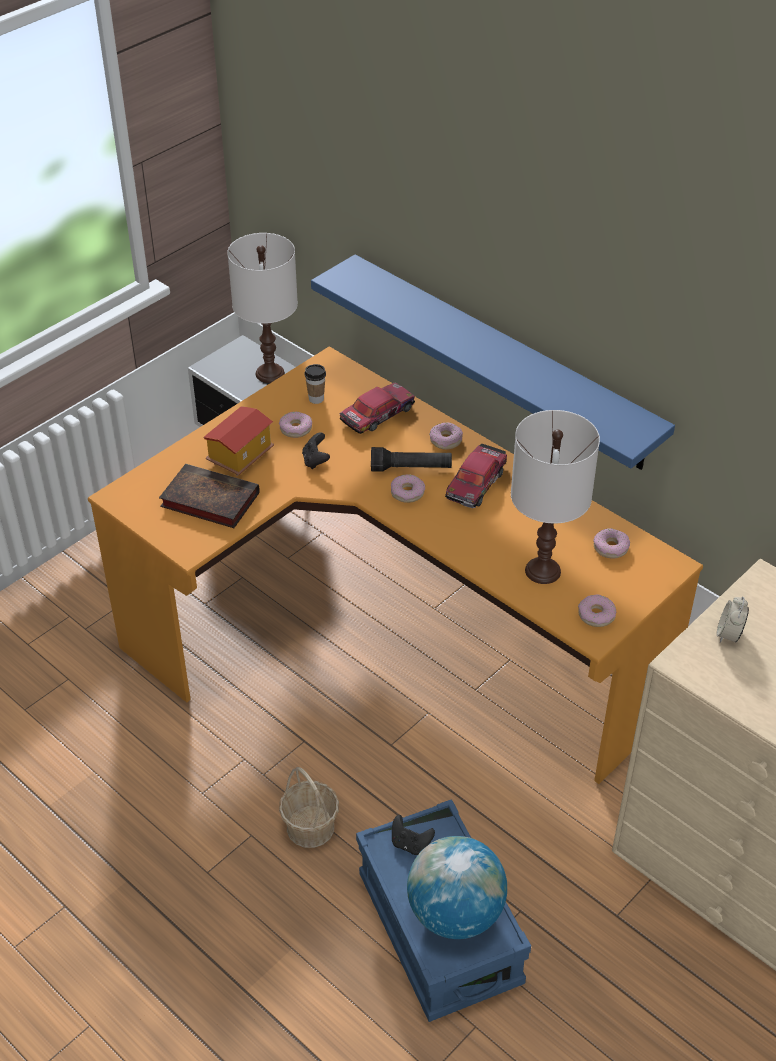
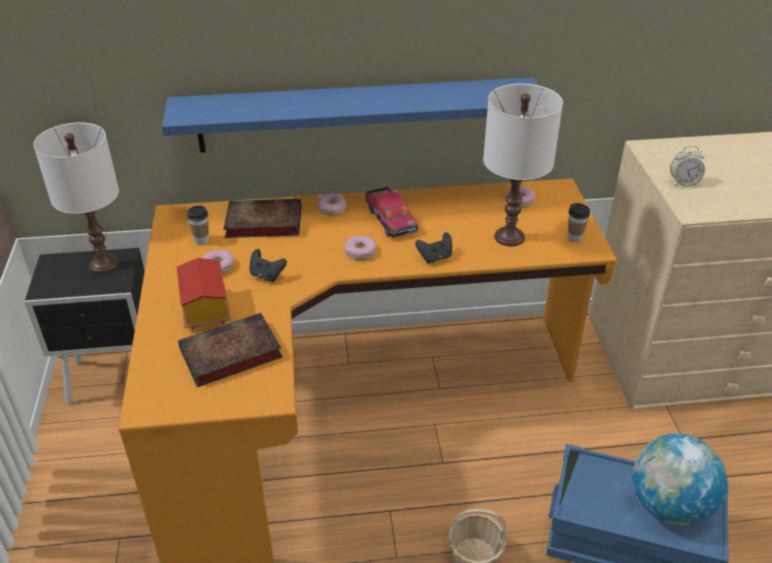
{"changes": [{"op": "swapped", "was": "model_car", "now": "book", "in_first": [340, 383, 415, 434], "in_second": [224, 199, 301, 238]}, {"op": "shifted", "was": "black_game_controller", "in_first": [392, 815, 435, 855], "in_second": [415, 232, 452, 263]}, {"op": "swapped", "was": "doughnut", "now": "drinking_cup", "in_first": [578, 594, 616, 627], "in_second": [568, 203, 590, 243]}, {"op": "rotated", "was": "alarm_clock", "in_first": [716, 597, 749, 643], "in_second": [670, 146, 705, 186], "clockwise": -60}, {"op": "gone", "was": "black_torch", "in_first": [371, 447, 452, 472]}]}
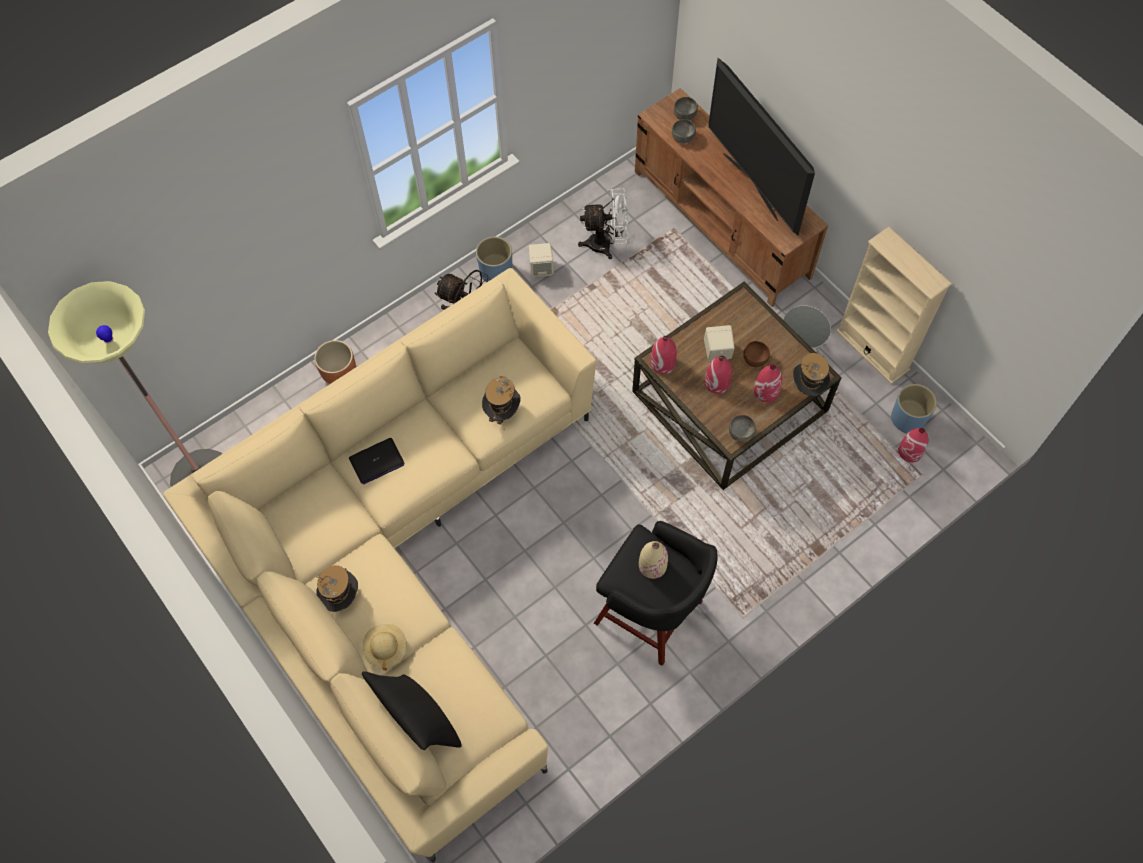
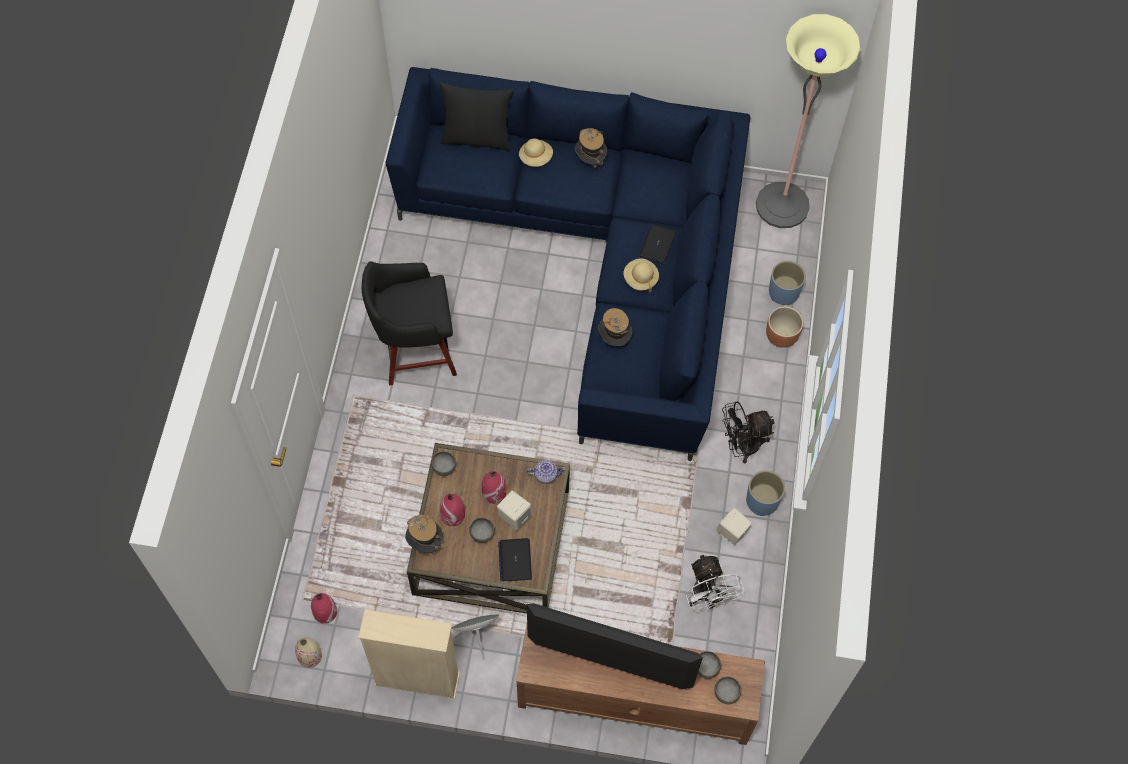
{"changes": [{"op": "shifted", "was": "beige-coloured_decorative_vase", "in_first": [639, 541, 668, 579], "in_second": [295, 637, 322, 668]}, {"op": "repainted", "was": "beige-coloured_sofa", "now": "blue-coloured_sofa", "in_first": [163, 268, 596, 863], "in_second": [386, 67, 750, 461]}, {"op": "repainted", "was": "brown-coloured_serving_bowl", "now": "grey_serving_bowl", "in_first": [743, 341, 770, 367], "in_second": [469, 518, 495, 543]}, {"op": "new", "now": "portable_computer", "in_second": [498, 538, 532, 581]}, {"op": "swapped", "was": "red-coloured_decorative_vase", "now": "tea_pot", "in_first": [650, 336, 677, 374], "in_second": [526, 460, 566, 484]}, {"op": "new", "now": "beige-coloured_clothing_hat", "in_second": [624, 258, 659, 292]}, {"op": "rotated", "was": "whitish_fan", "in_first": [578, 189, 628, 259], "in_second": [686, 554, 744, 611], "clockwise": -60}, {"op": "shifted", "was": "blue-coloured_plant_pot", "in_first": [891, 384, 937, 433], "in_second": [769, 261, 806, 305]}]}
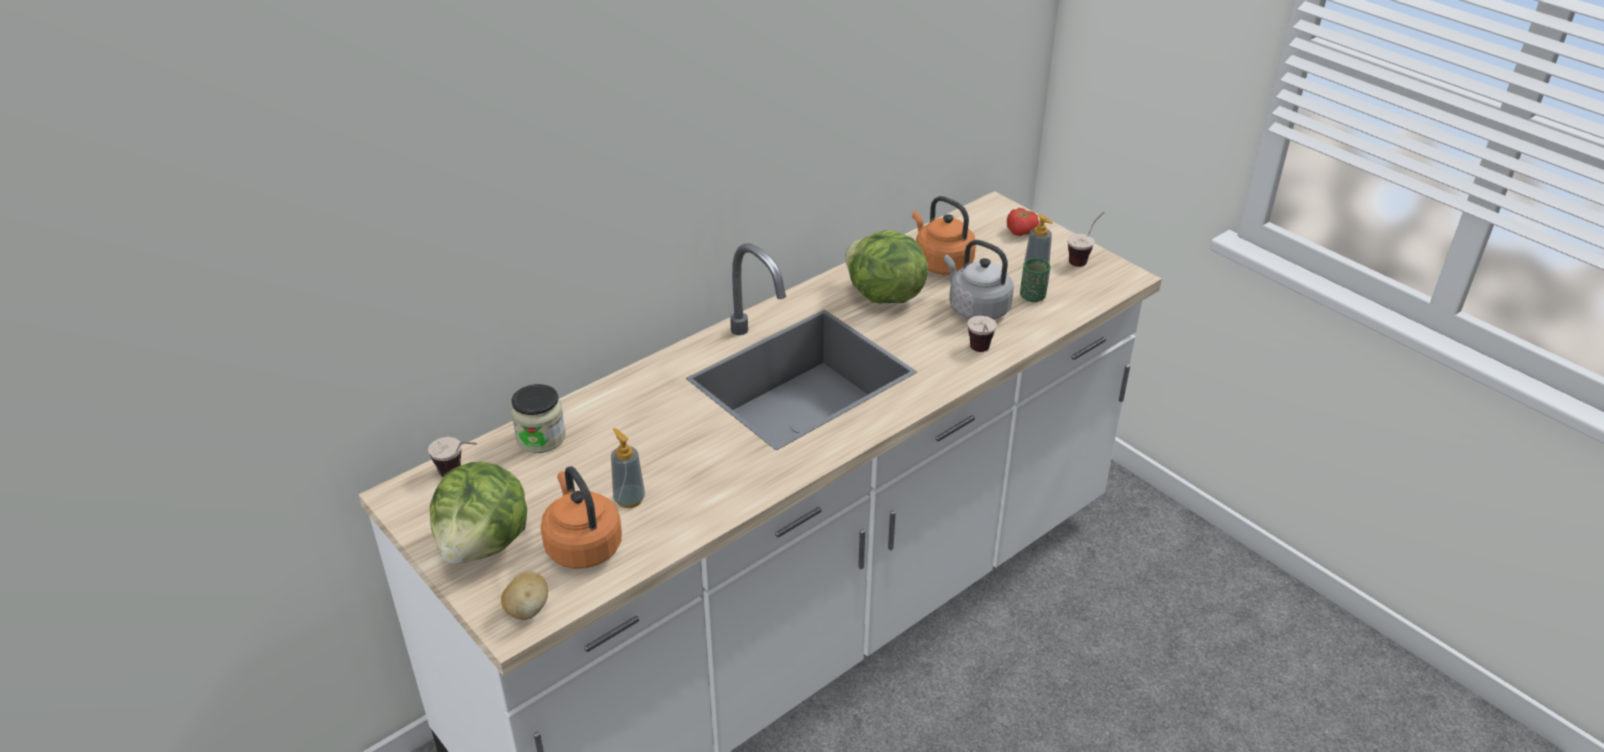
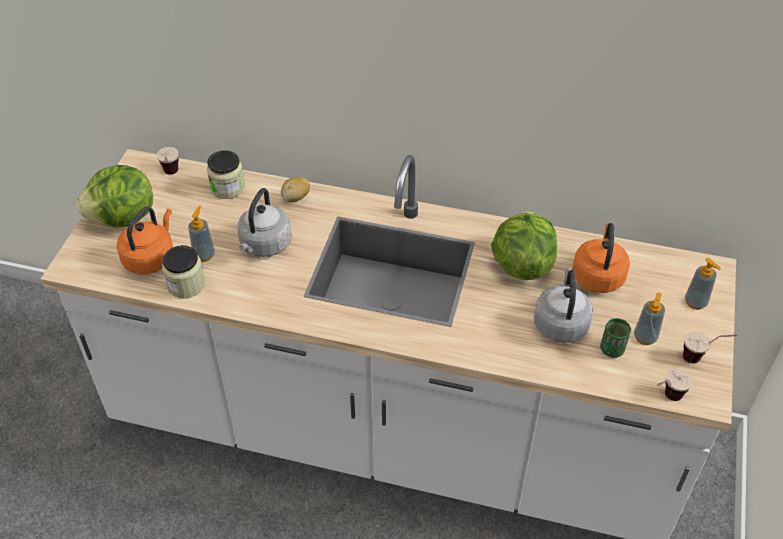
{"changes": [{"op": "new", "now": "jar", "in_second": [162, 245, 205, 298]}, {"op": "new", "now": "grey_water_kettle", "in_second": [237, 188, 292, 257]}, {"op": "shifted", "was": "potato", "in_first": [501, 571, 548, 620], "in_second": [281, 177, 310, 202]}, {"op": "shifted", "was": "drinking_cup", "in_first": [968, 316, 997, 352], "in_second": [657, 368, 693, 401]}, {"op": "swapped", "was": "whole_tomato", "now": "soap_dispenser", "in_first": [1007, 208, 1039, 236], "in_second": [685, 257, 721, 310]}]}
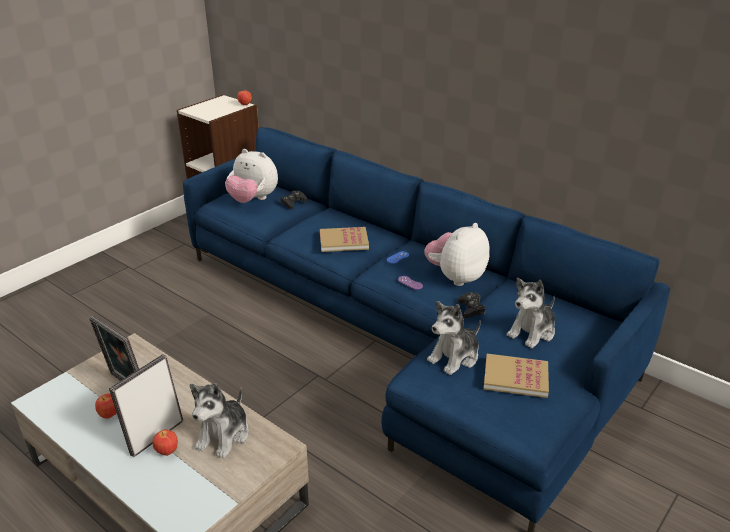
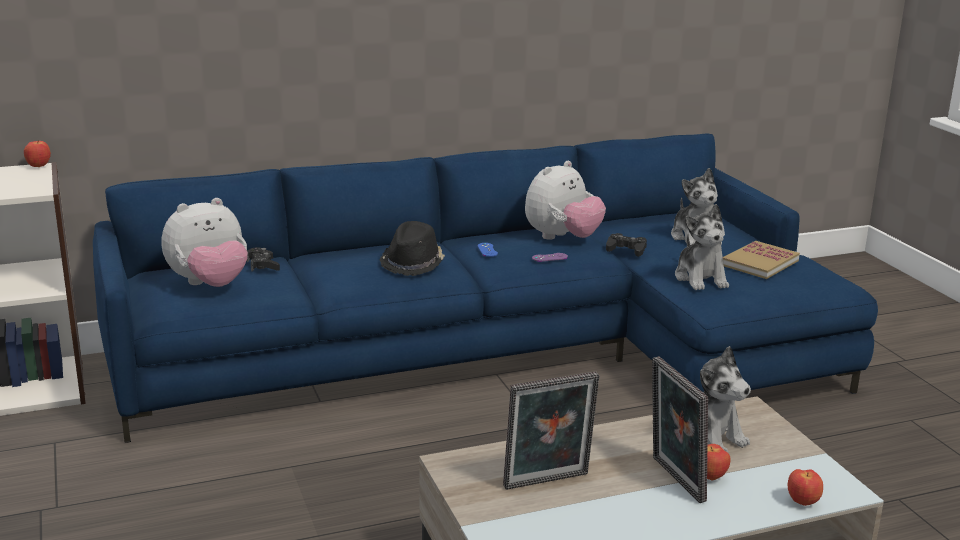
{"changes": [{"op": "swapped", "was": "book", "now": "black_clothing_hat", "in_first": [320, 227, 369, 252], "in_second": [380, 221, 445, 276]}, {"op": "rotated", "was": "cuddly_toy", "in_first": [424, 223, 490, 286], "in_second": [525, 161, 606, 240], "clockwise": -120}, {"op": "shifted", "was": "apple", "in_first": [95, 394, 117, 419], "in_second": [788, 469, 823, 506]}]}
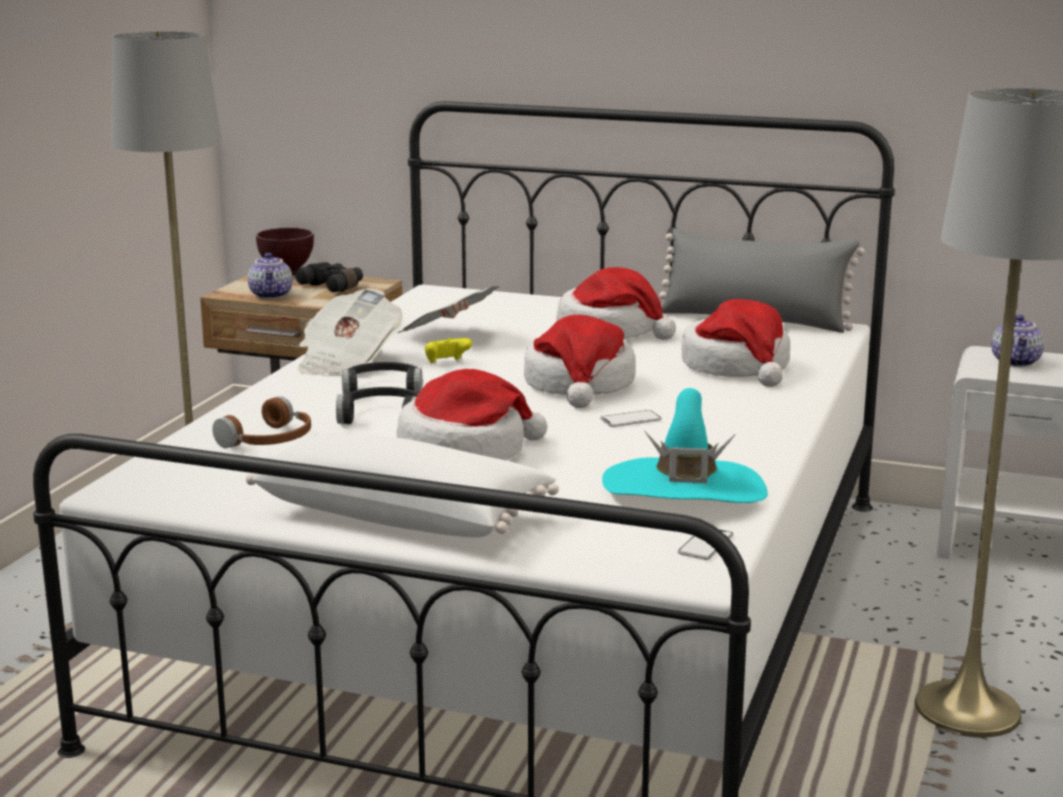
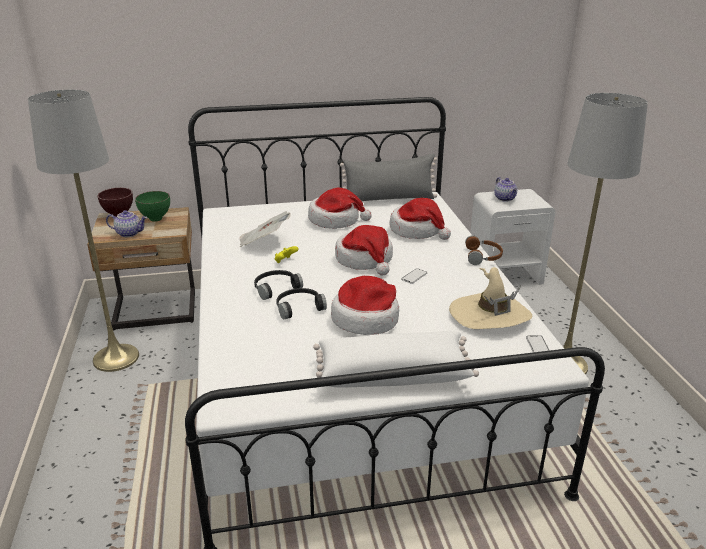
{"changes": [{"op": "rotated", "was": "tea_pot", "in_first": [248, 253, 292, 299], "in_second": [106, 210, 147, 237], "clockwise": -45}, {"op": "swapped", "was": "black_pair_of_binoculars", "now": "green-coloured_serving_bowl", "in_first": [295, 262, 363, 293], "in_second": [135, 191, 170, 222]}, {"op": "repainted", "was": "turquoise_clothing_hat", "now": "beige-coloured_clothing_hat", "in_first": [602, 388, 768, 503], "in_second": [449, 267, 532, 329]}, {"op": "shifted", "was": "brown-coloured_pair_of_headphones", "in_first": [212, 396, 311, 448], "in_second": [465, 235, 503, 265]}, {"op": "gone", "was": "printed_paper", "in_first": [298, 288, 403, 375]}]}
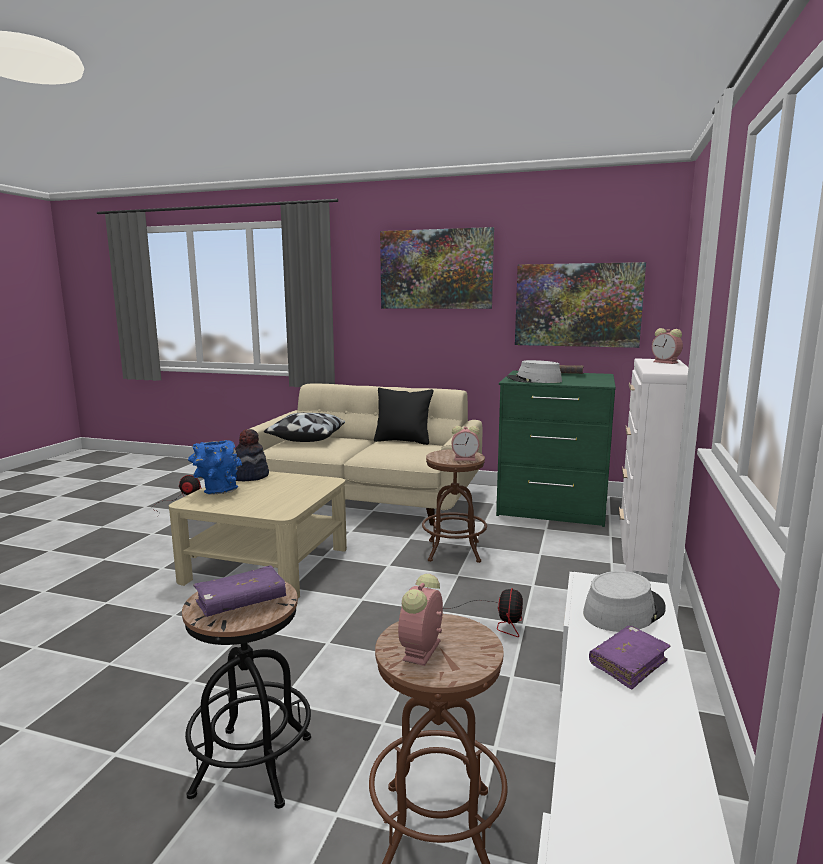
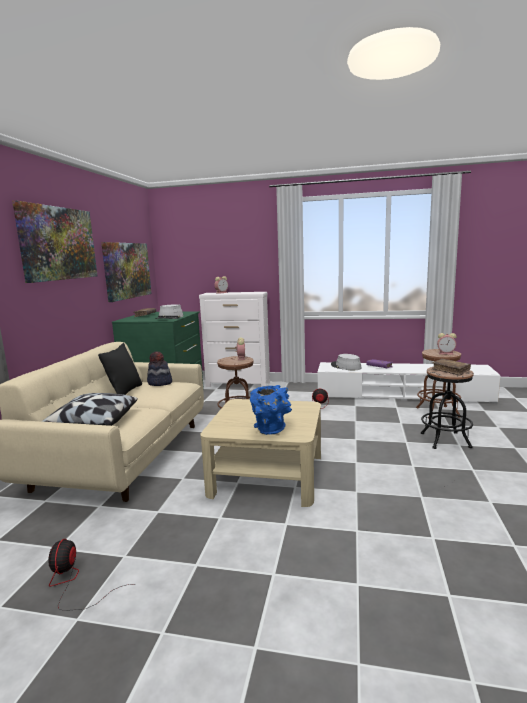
{"changes": [{"op": "shifted", "was": "clothing_hat", "in_first": [235, 429, 269, 481], "in_second": [147, 352, 172, 386]}, {"op": "repainted", "was": "purple-coloured_book", "now": "brown-coloured_book", "in_first": [193, 565, 286, 617], "in_second": [432, 359, 471, 376]}]}
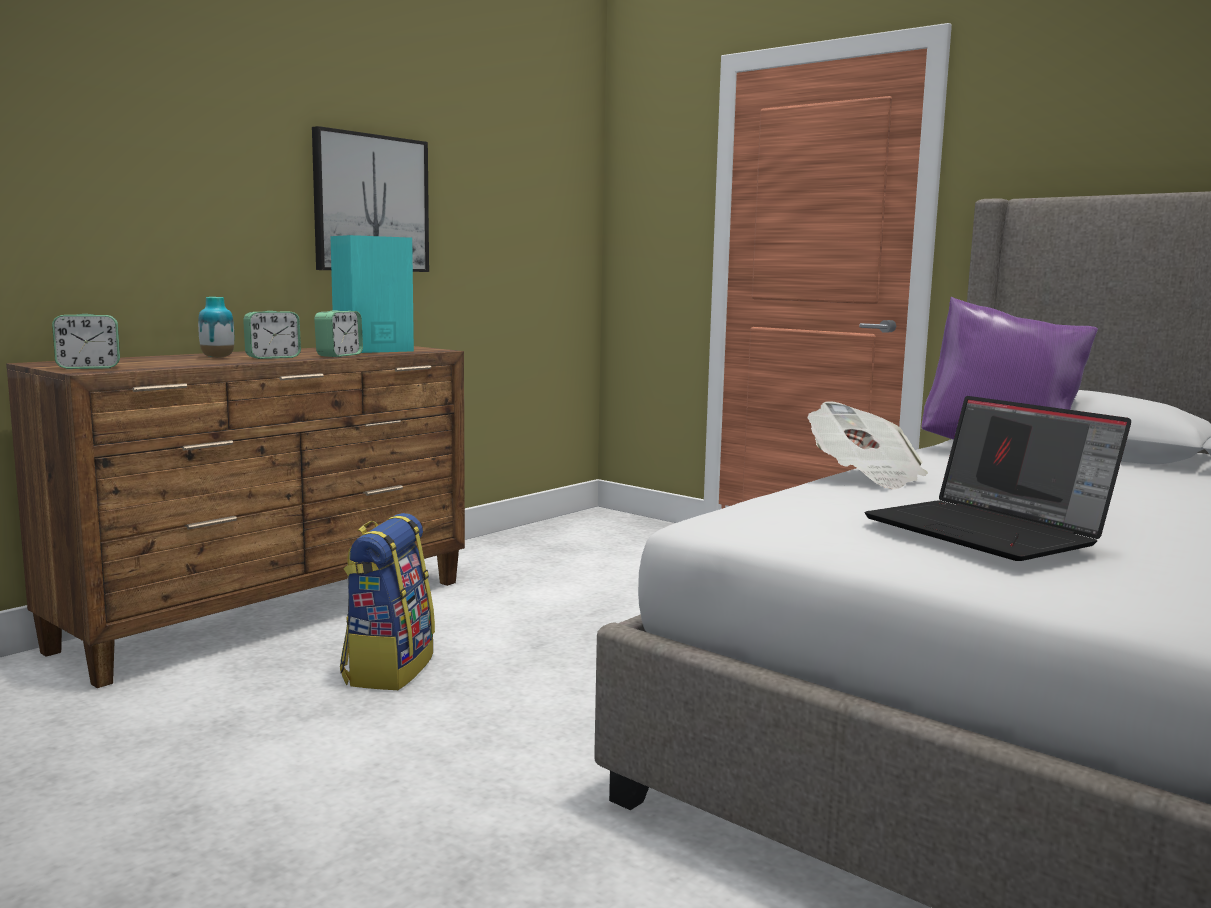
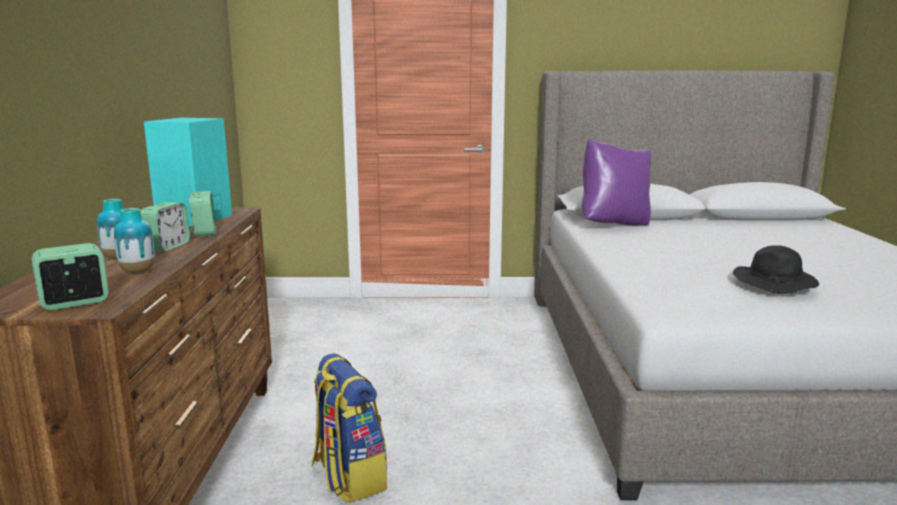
{"changes": [{"op": "rotated", "was": "alarm_clock", "in_first": [52, 314, 120, 369], "in_second": [32, 243, 109, 310], "clockwise": -150}, {"op": "new", "now": "decorative_vase", "in_second": [114, 208, 155, 273]}, {"op": "swapped", "was": "portable_computer", "now": "black_clothing_hat", "in_first": [865, 396, 1131, 561], "in_second": [733, 246, 819, 294]}, {"op": "gone", "was": "wall_art", "in_first": [312, 126, 429, 272]}, {"op": "gone", "was": "printed_paper", "in_first": [808, 401, 928, 489]}]}
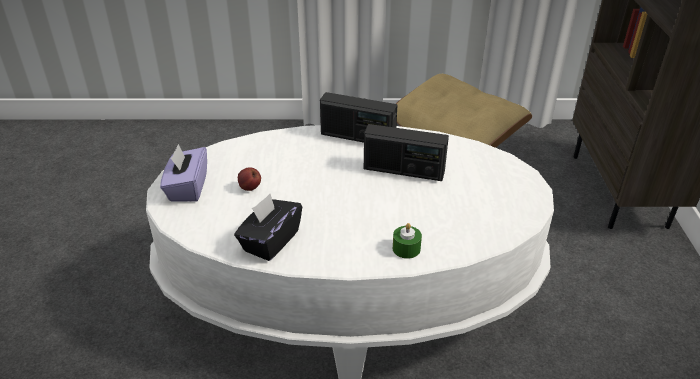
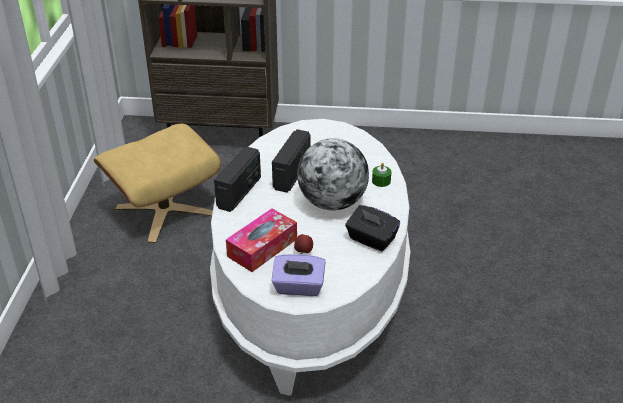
{"changes": [{"op": "new", "now": "box_of_tissues", "in_second": [226, 208, 297, 272]}, {"op": "new", "now": "world_globe", "in_second": [297, 138, 369, 211]}]}
